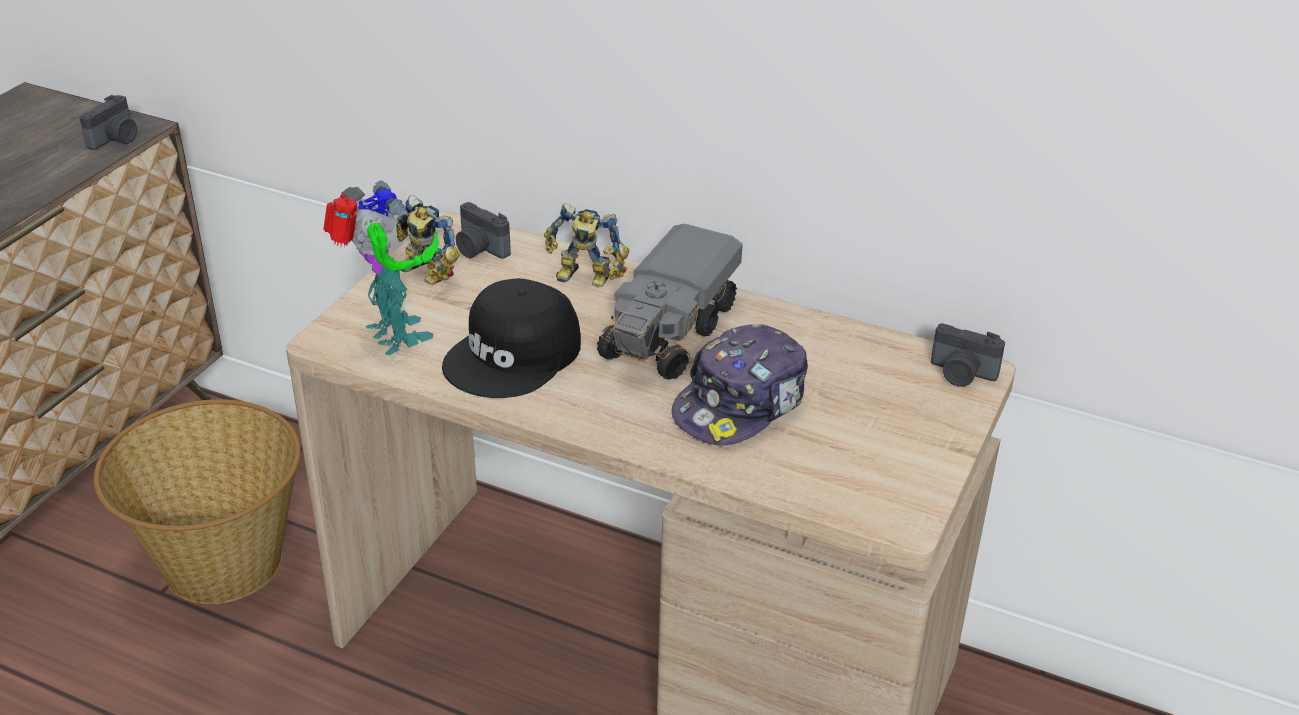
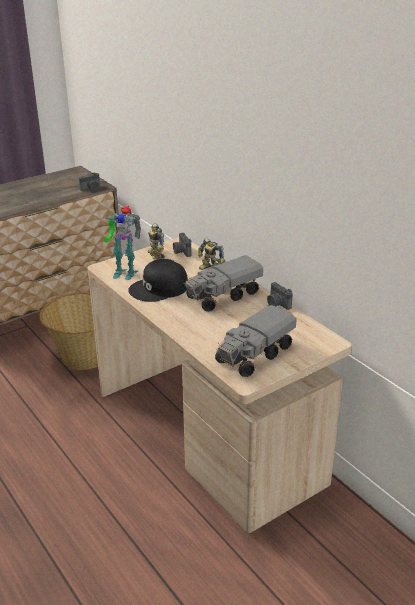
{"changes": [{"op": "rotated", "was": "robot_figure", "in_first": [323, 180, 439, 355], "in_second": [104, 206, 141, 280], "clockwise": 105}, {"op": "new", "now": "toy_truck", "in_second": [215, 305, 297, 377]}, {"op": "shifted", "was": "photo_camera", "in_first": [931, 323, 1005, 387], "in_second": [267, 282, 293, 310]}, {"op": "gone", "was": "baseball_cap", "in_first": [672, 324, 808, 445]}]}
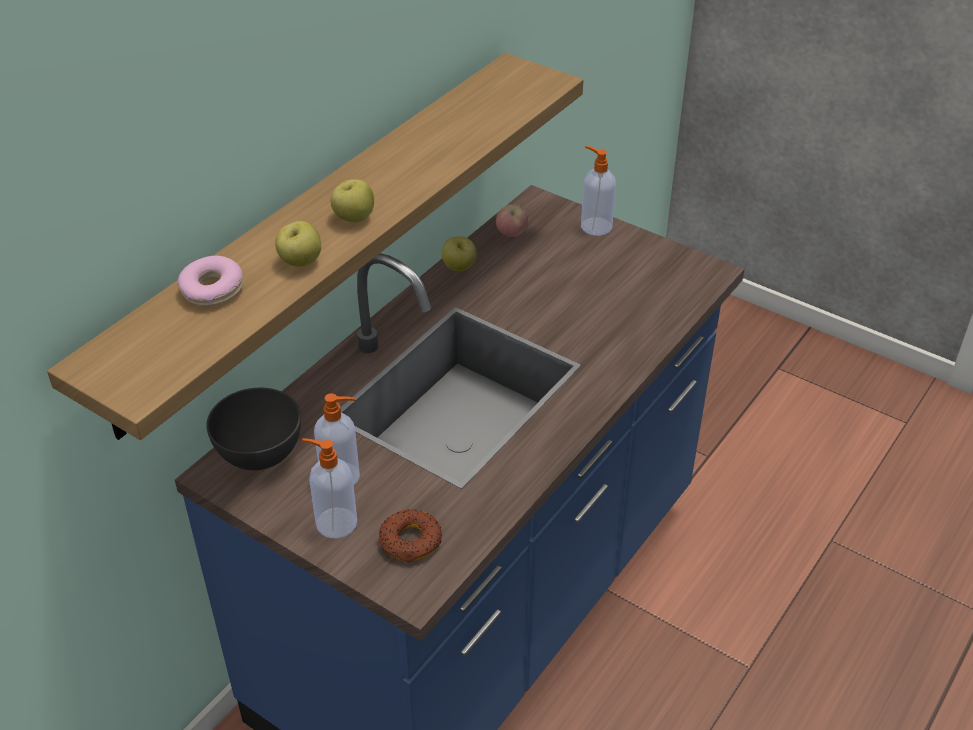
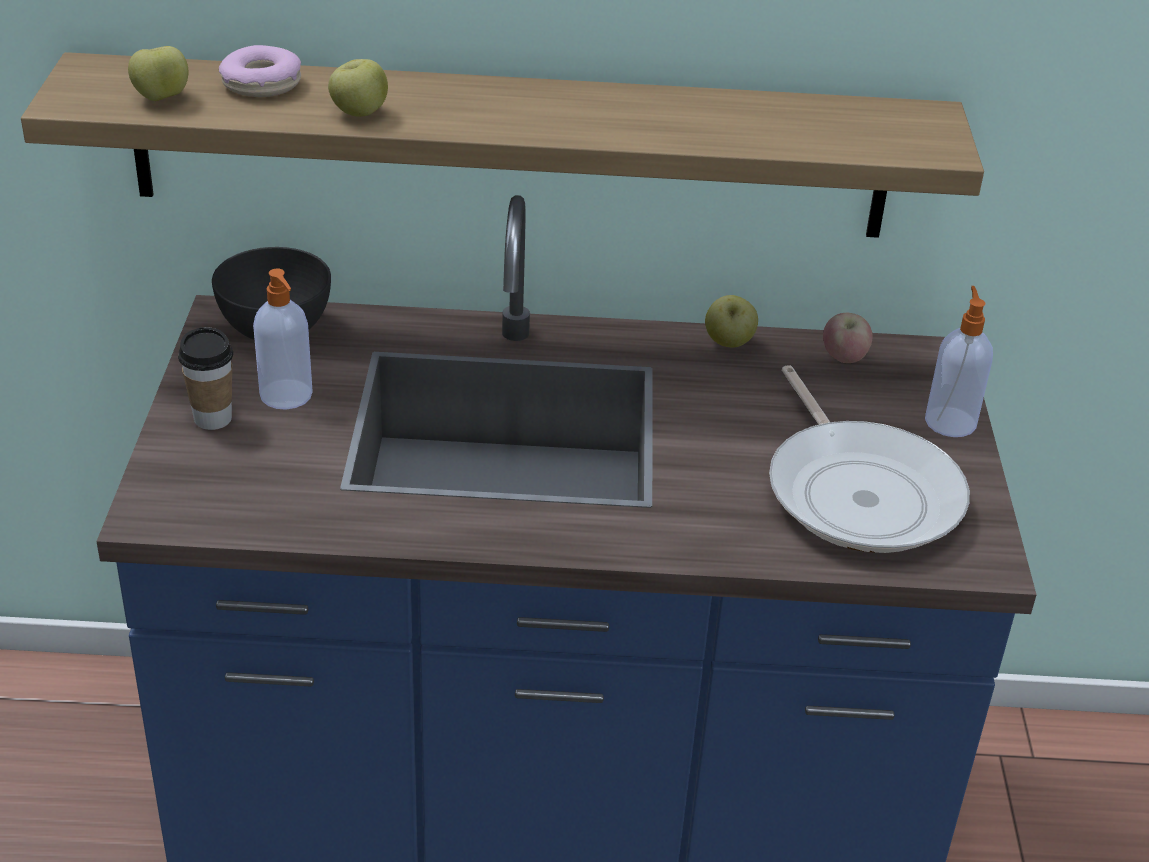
{"changes": [{"op": "shifted", "was": "apple", "in_first": [331, 179, 374, 222], "in_second": [128, 46, 188, 101]}, {"op": "swapped", "was": "soap_dispenser", "now": "drinking_cup", "in_first": [302, 438, 357, 539], "in_second": [178, 327, 233, 430]}, {"op": "new", "now": "frying_pan", "in_second": [769, 365, 970, 553]}, {"op": "gone", "was": "doughnut", "in_first": [379, 509, 443, 563]}]}
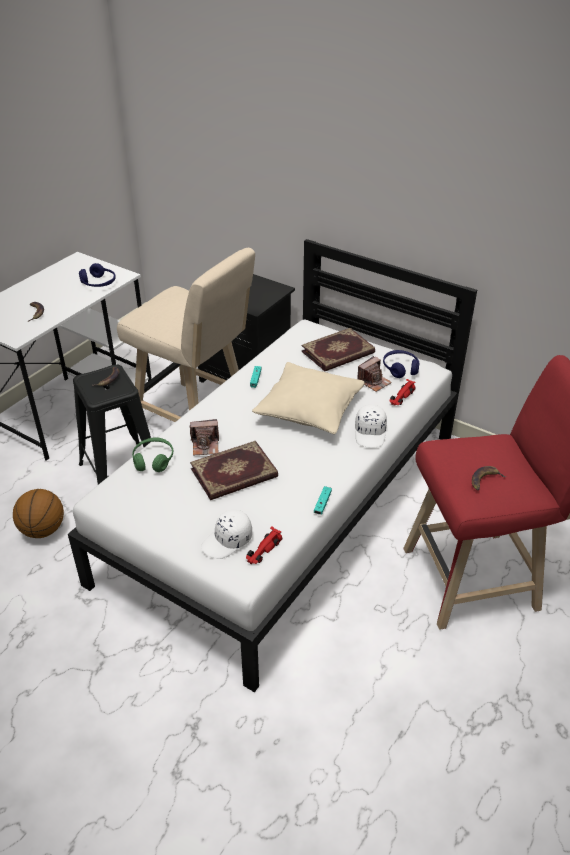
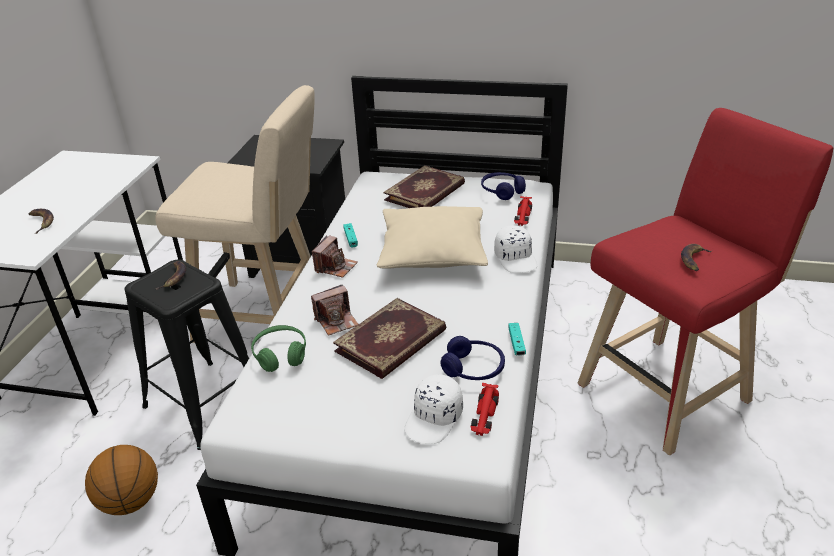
{"changes": [{"op": "shifted", "was": "photo_camera", "in_first": [357, 356, 392, 392], "in_second": [312, 235, 358, 278]}, {"op": "shifted", "was": "blue-coloured_pair_of_headphones", "in_first": [79, 263, 116, 287], "in_second": [440, 336, 505, 380]}]}
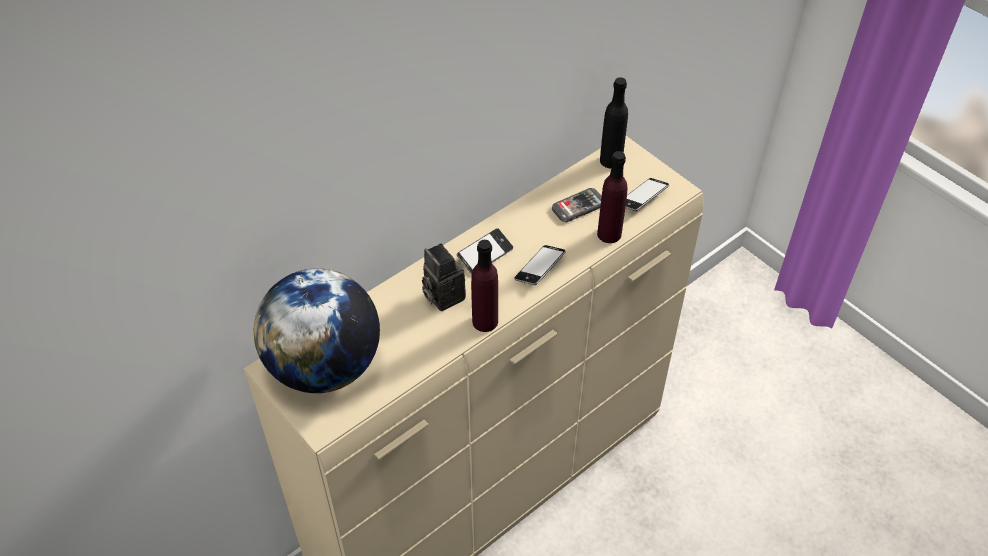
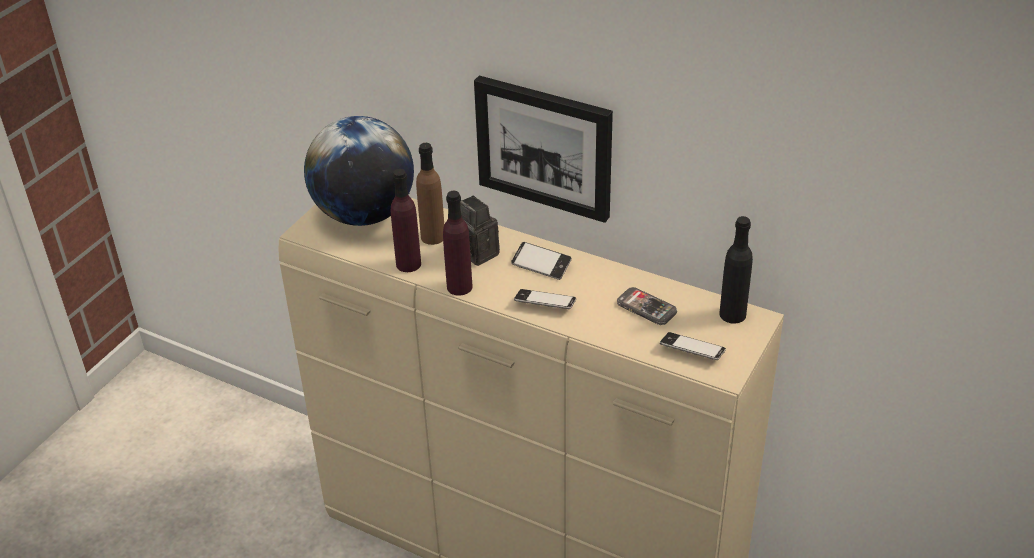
{"changes": [{"op": "shifted", "was": "purple-coloured_drink_bottle", "in_first": [597, 151, 628, 243], "in_second": [391, 169, 421, 272]}, {"op": "new", "now": "brown-coloured_drink_bottle", "in_second": [416, 143, 444, 245]}, {"op": "rotated", "was": "photo_camera", "in_first": [422, 243, 466, 311], "in_second": [460, 195, 500, 266], "clockwise": -75}, {"op": "new", "now": "wall_art", "in_second": [474, 76, 613, 223]}]}
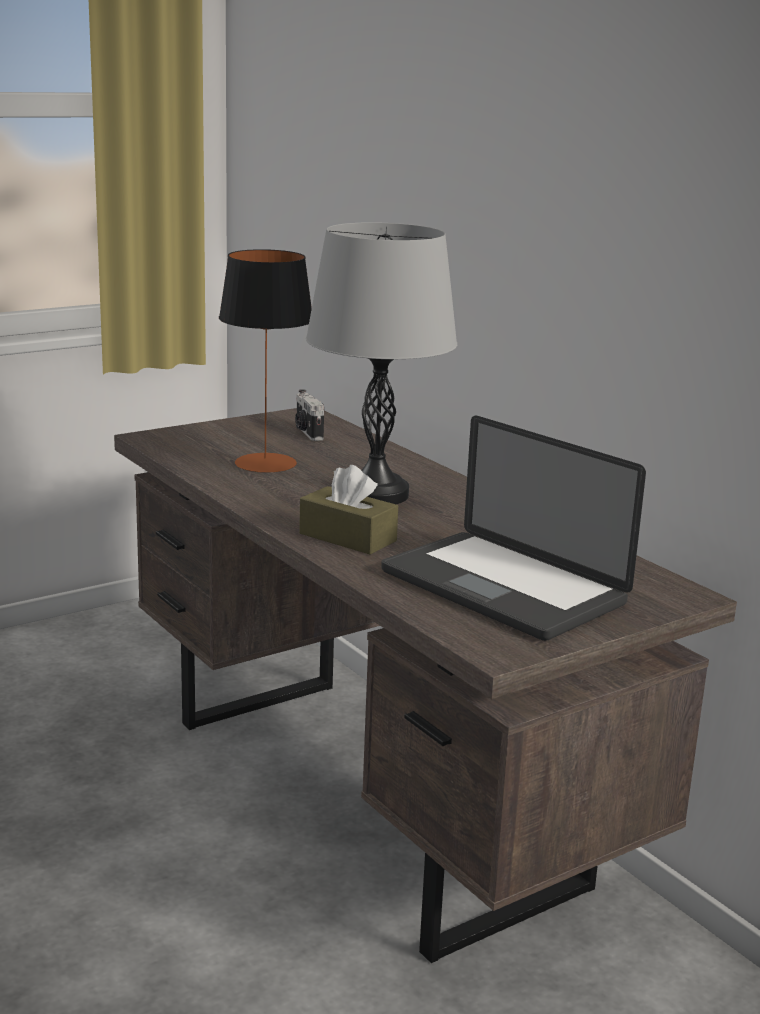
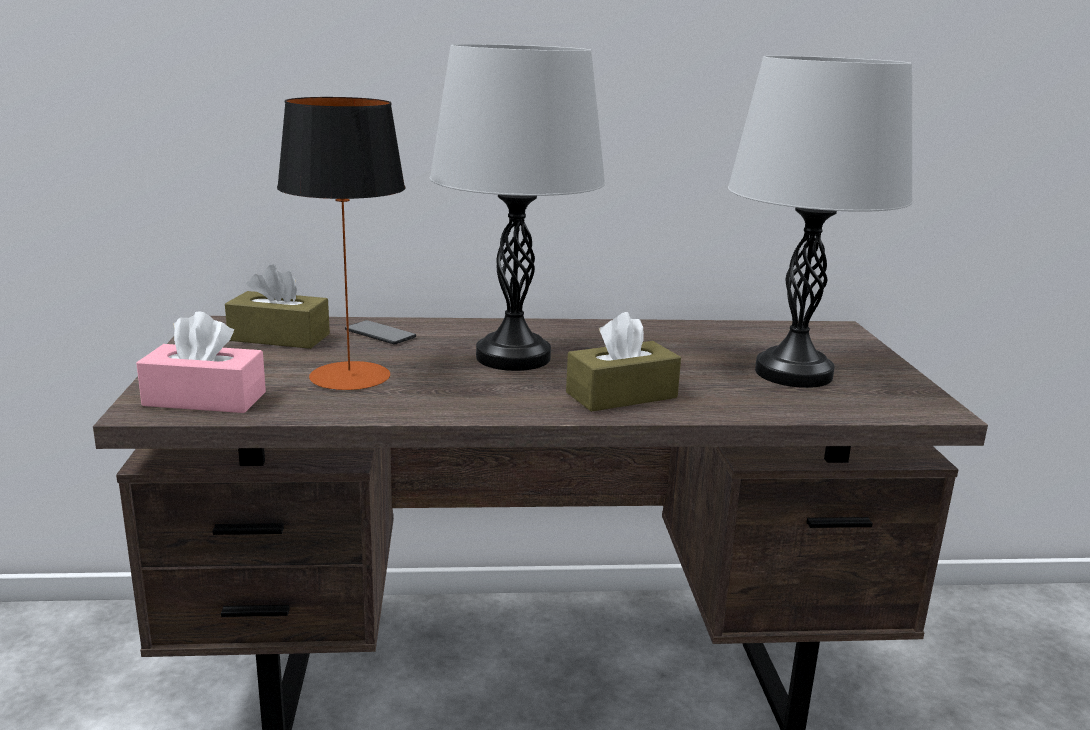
{"changes": [{"op": "new", "now": "pinkish_box_of_tissues", "in_second": [136, 311, 266, 413]}, {"op": "swapped", "was": "photo_camera", "now": "brown-coloured_box_of_tissues", "in_first": [295, 389, 325, 441], "in_second": [225, 265, 330, 349]}, {"op": "new", "now": "phone", "in_second": [345, 320, 416, 344]}, {"op": "swapped", "was": "portable_computer", "now": "grey_tabletop_lamp", "in_first": [381, 416, 646, 641], "in_second": [728, 56, 913, 388]}]}
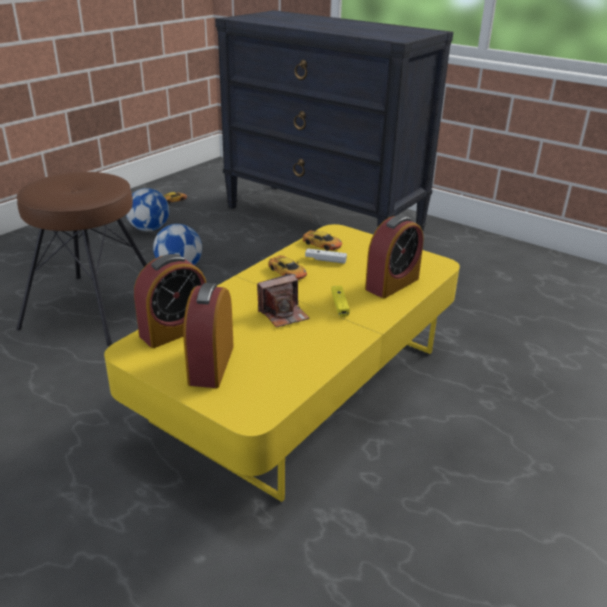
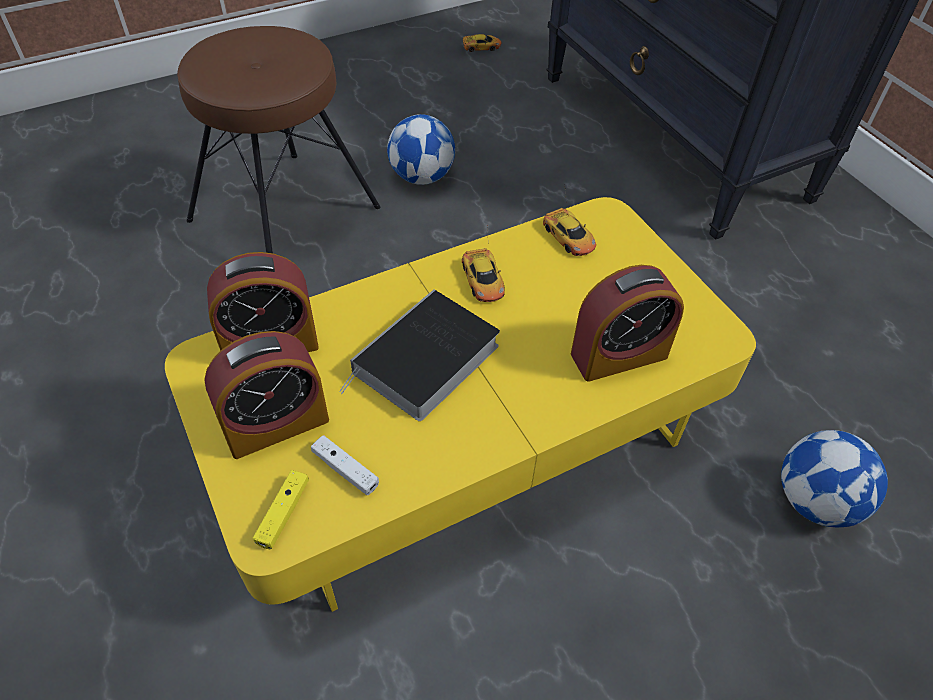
{"changes": [{"op": "rotated", "was": "alarm_clock", "in_first": [183, 283, 234, 388], "in_second": [204, 331, 329, 459], "clockwise": -150}, {"op": "shifted", "was": "yellow_game_controller", "in_first": [331, 286, 350, 317], "in_second": [253, 470, 309, 549]}, {"op": "shifted", "was": "whitish_game_controller", "in_first": [305, 248, 347, 264], "in_second": [311, 435, 379, 495]}, {"op": "swapped", "was": "photo_camera", "now": "book", "in_first": [257, 274, 310, 328], "in_second": [339, 289, 500, 421]}, {"op": "shifted", "was": "ball_for_football", "in_first": [126, 188, 169, 231], "in_second": [781, 430, 888, 527]}]}
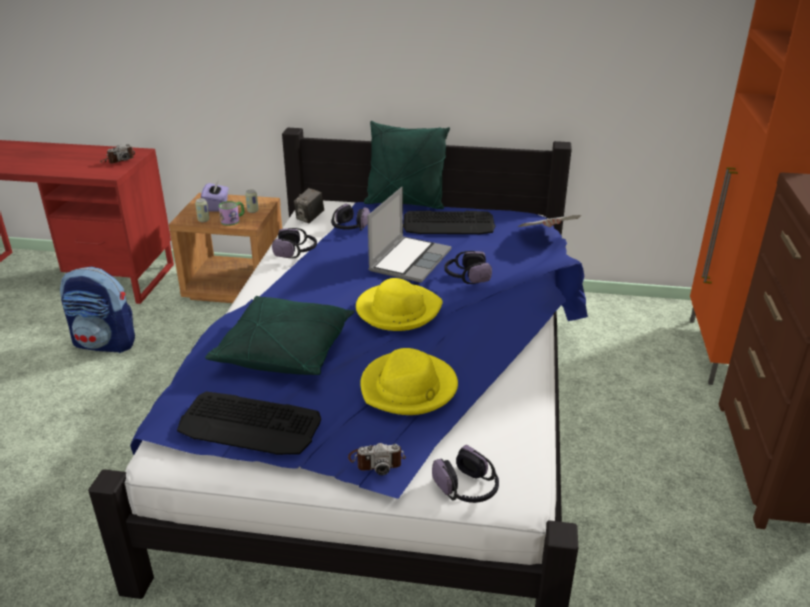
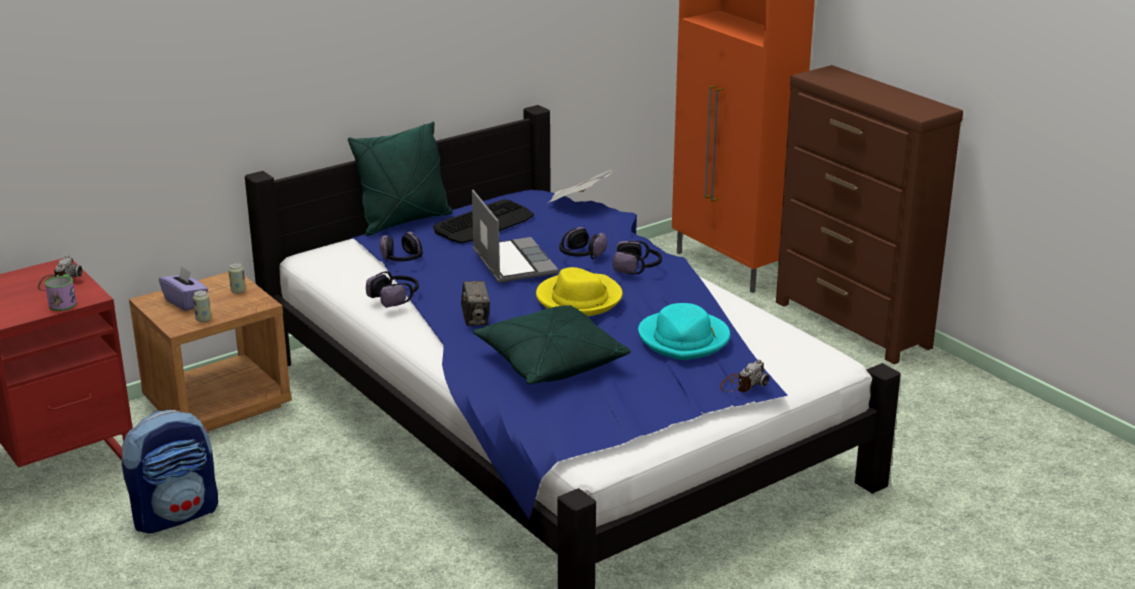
{"changes": [{"op": "shifted", "was": "coffee_mug", "in_first": [219, 201, 245, 226], "in_second": [45, 274, 77, 311]}, {"op": "shifted", "was": "photo_camera", "in_first": [294, 188, 324, 223], "in_second": [461, 281, 490, 326]}, {"op": "shifted", "was": "pair_of_headphones", "in_first": [432, 445, 499, 503], "in_second": [612, 241, 662, 274]}, {"op": "repainted", "was": "yellow_clothing_hat", "now": "turquoise_clothing_hat", "in_first": [360, 348, 458, 415], "in_second": [638, 303, 730, 360]}, {"op": "gone", "was": "computer_keyboard", "in_first": [177, 391, 321, 455]}]}
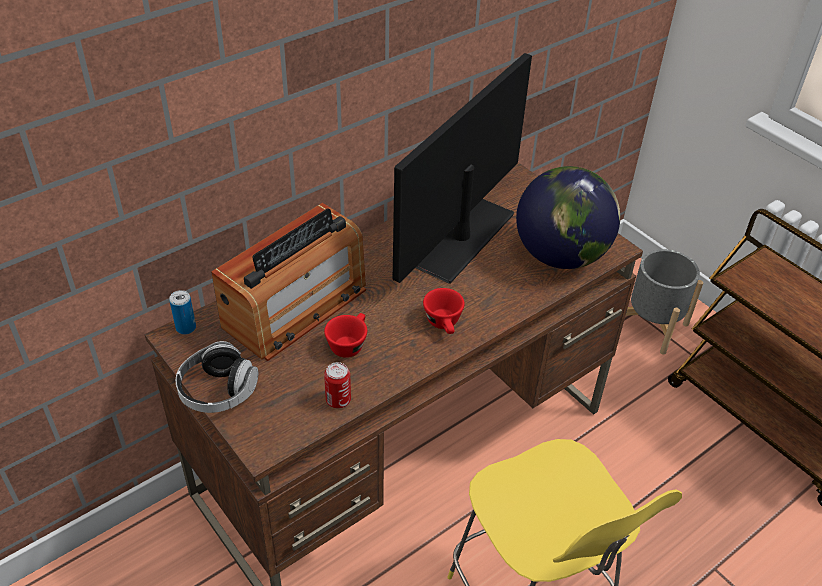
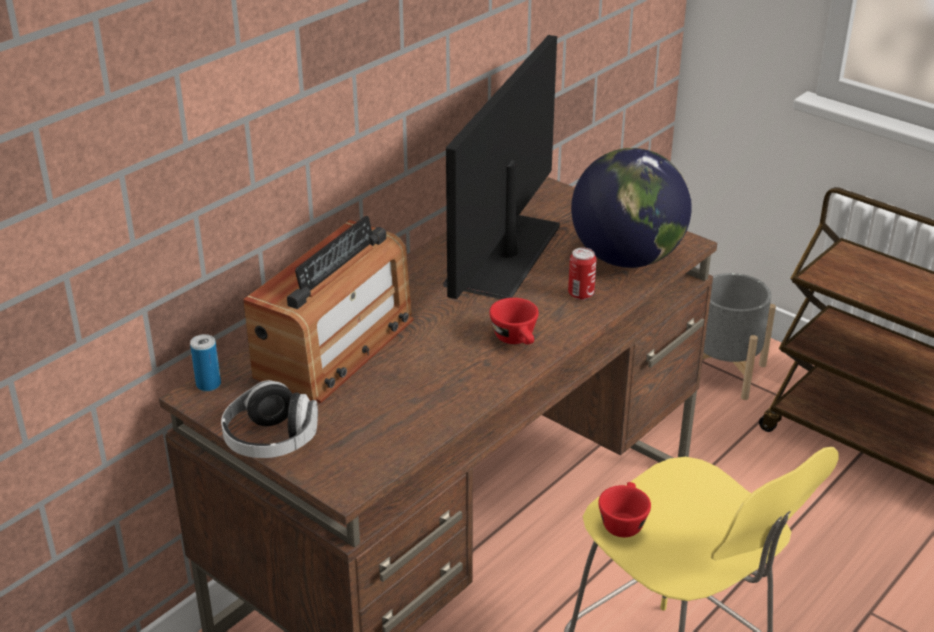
{"changes": [{"op": "shifted", "was": "can", "in_first": [324, 362, 351, 408], "in_second": [568, 248, 597, 300]}, {"op": "shifted", "was": "red-coloured_drinking_cup", "in_first": [324, 313, 367, 358], "in_second": [598, 482, 651, 537]}]}
